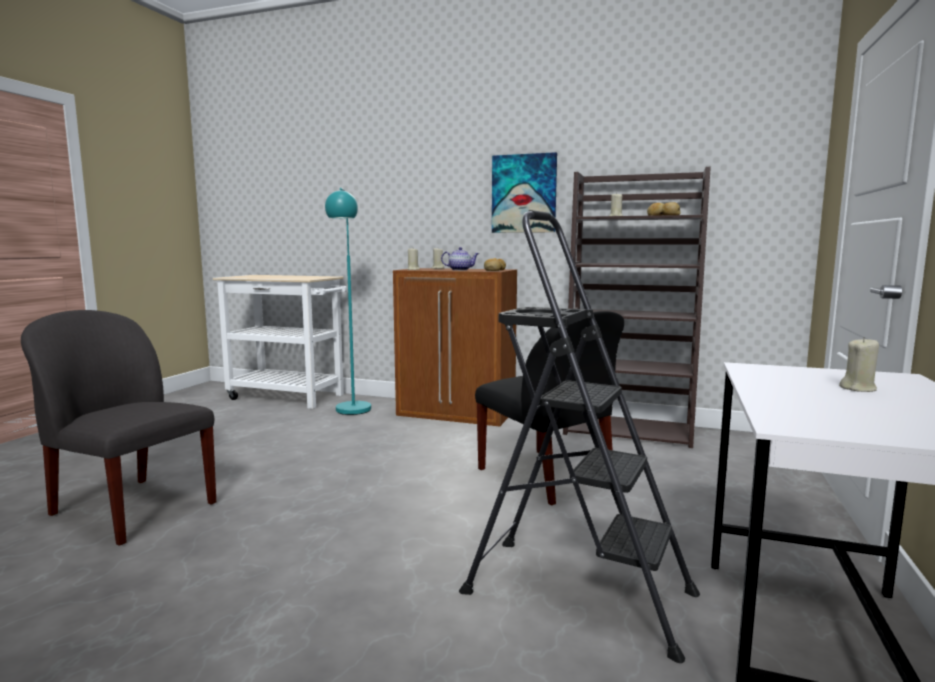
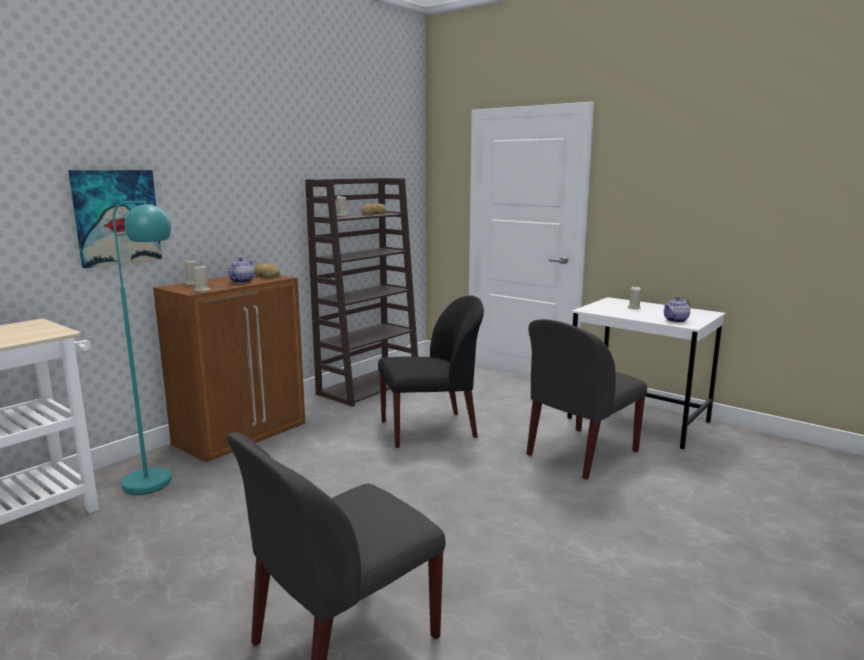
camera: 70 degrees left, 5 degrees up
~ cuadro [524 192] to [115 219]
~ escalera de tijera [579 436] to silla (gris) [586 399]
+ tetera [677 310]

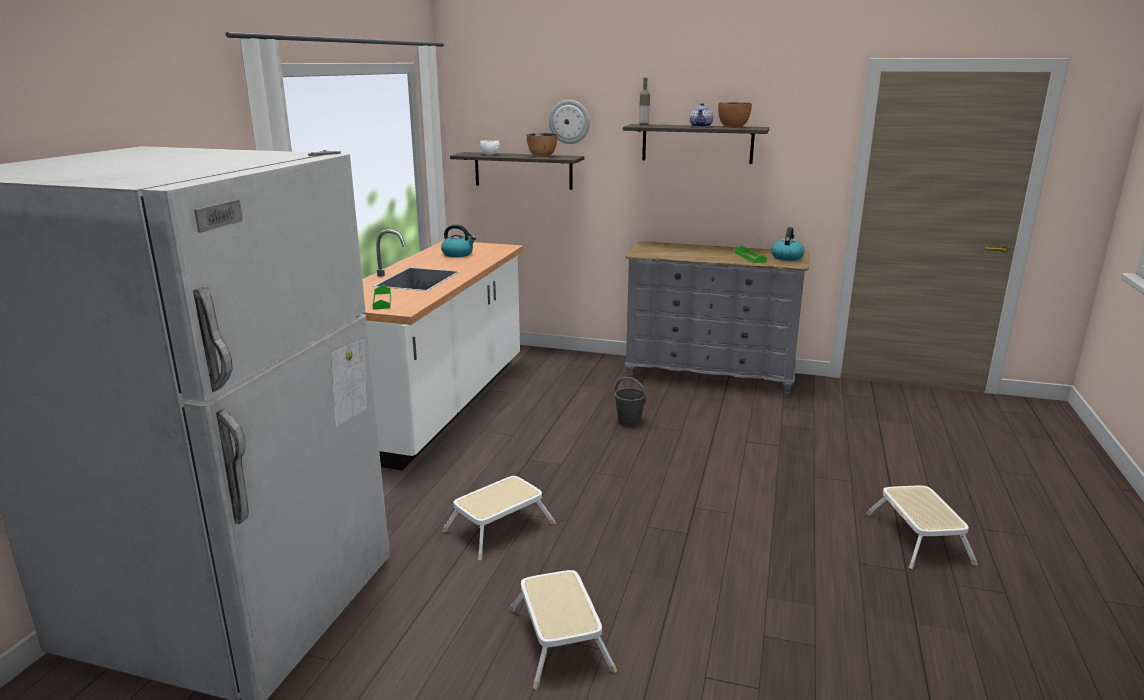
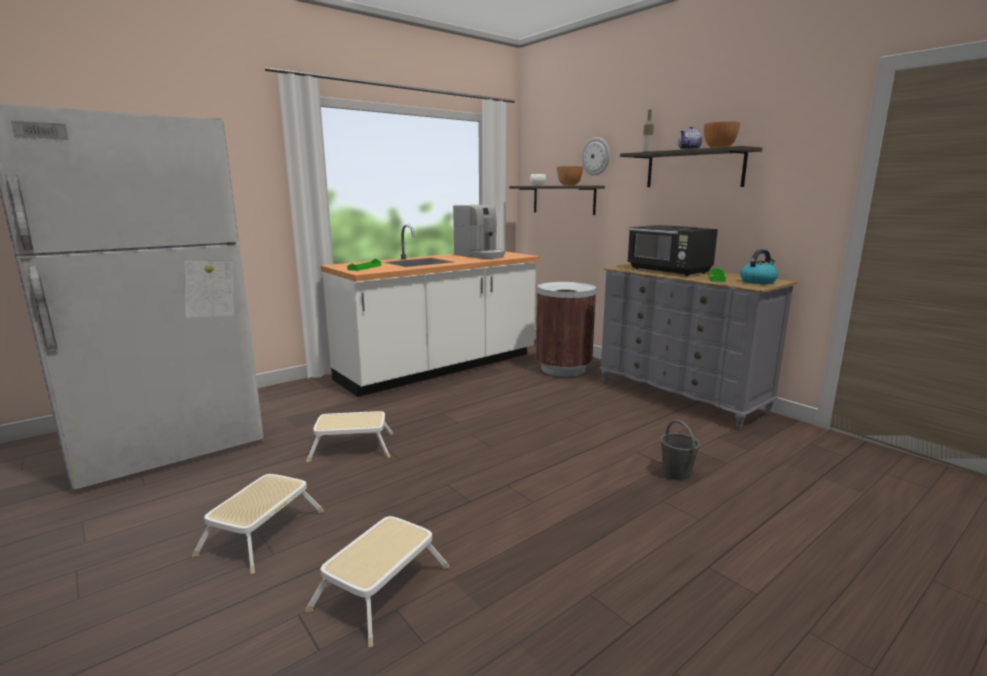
camera: 35 degrees right, 5 degrees down
~ escalera de tijera (beis) [922 527] to [378 581]
~ hervidor [458 240] to cafetera [479 232]
+ papelera (marrón) [566 329]
+ microondas (negro) [672 250]
~ cubo (gris) [630 402] to [680 450]

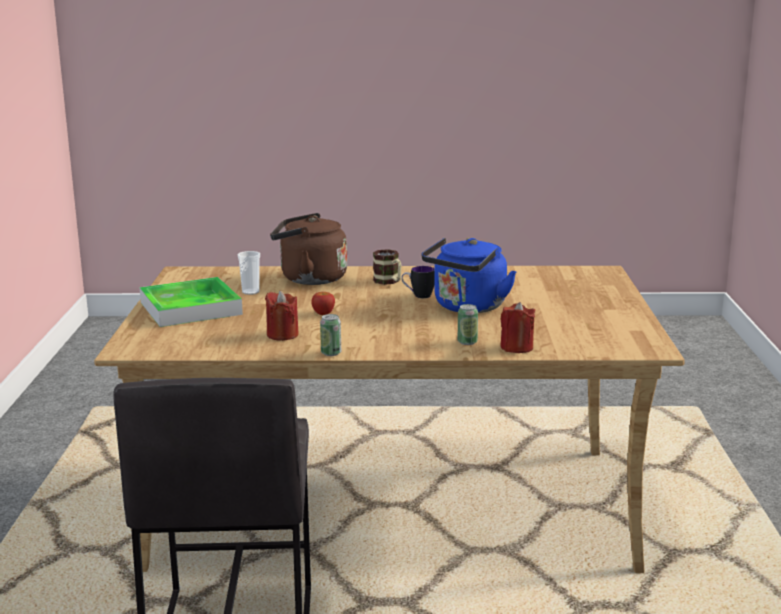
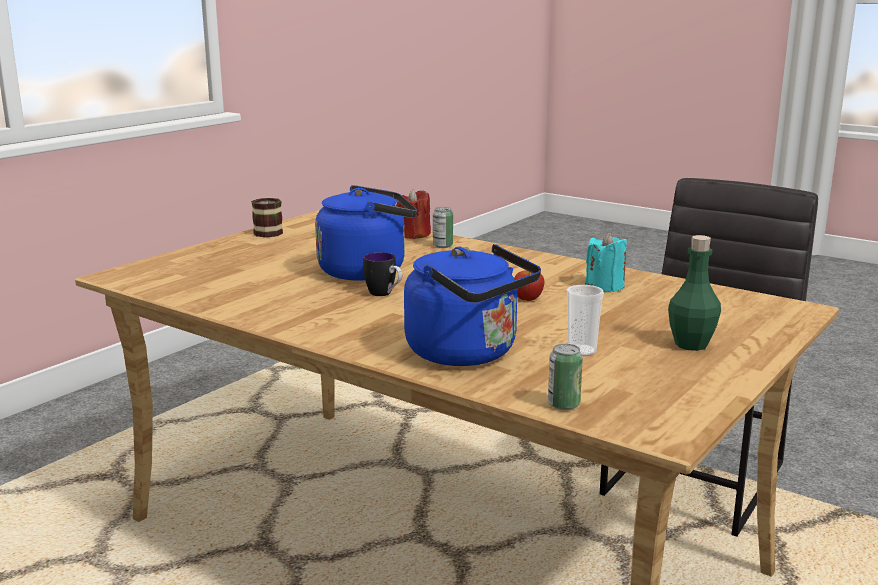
camera: 145 degrees left, 0 degrees up
~ taza grande [387 267] to [267 217]
~ hervidor (marrón) [308 249] to hervidor (azul) [472 305]
~ lata [330 335] to [565 377]
~ vela (rojo) [282 316] to vela (turquesa) [606 262]
~ bandeja [191 302] to botella (verde) [694 293]

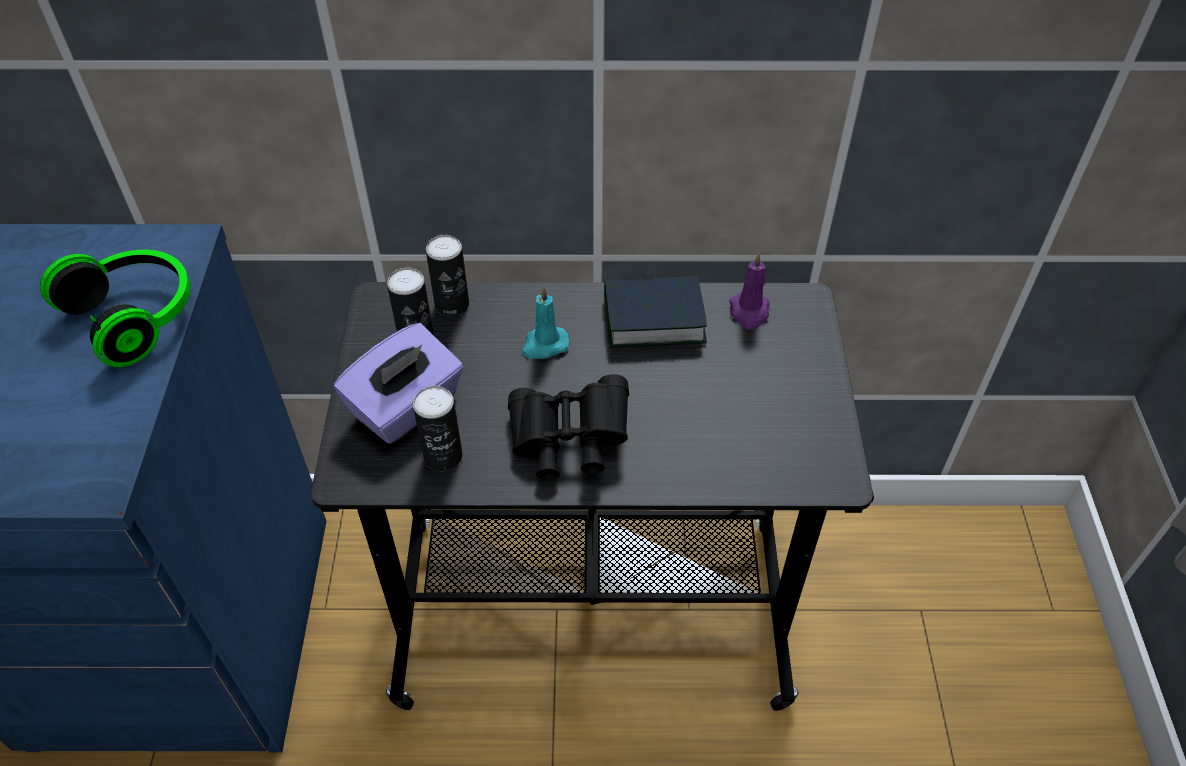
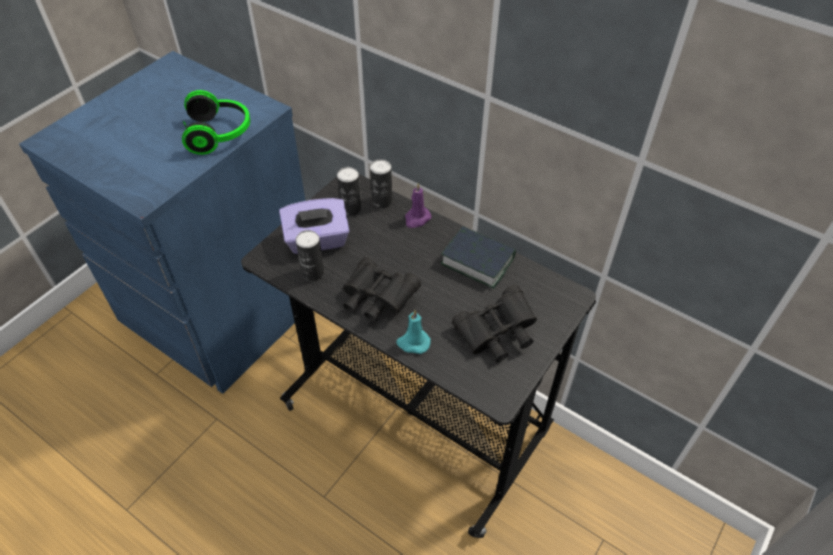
camera: 35 degrees right, 0 degrees up
~ vela (turquesa) [545 322] to [413 332]
~ vela (morado) [749 291] to [418 205]
+ prismáticos (negro) [494 323]

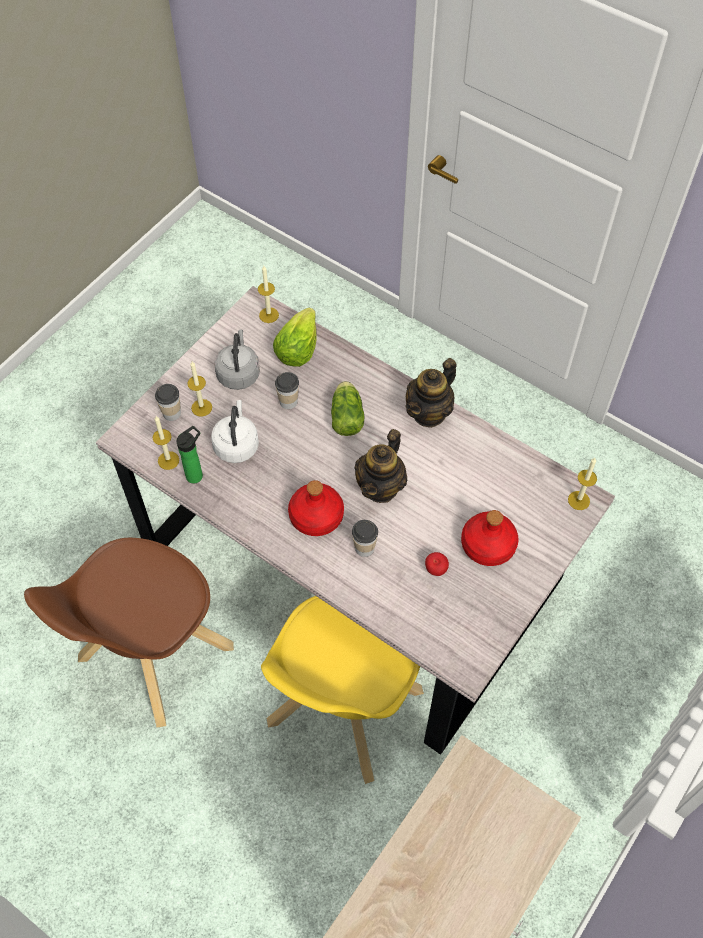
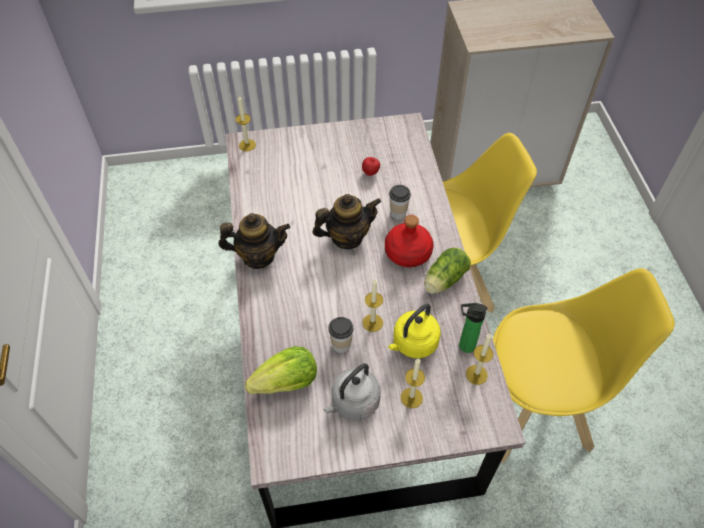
camera: 135 degrees left, 5 degrees down
~ vela [268 294] to [372 305]
~ hervidor (blanco) [235 431] to hervidor (amarillo) [414 330]
~ lechuga [348 408] to [447 271]
~ silla (marrón) [129 632] to silla (amarillo) [584 365]
- taza [168 402]
- botella (rojo) [490 538]

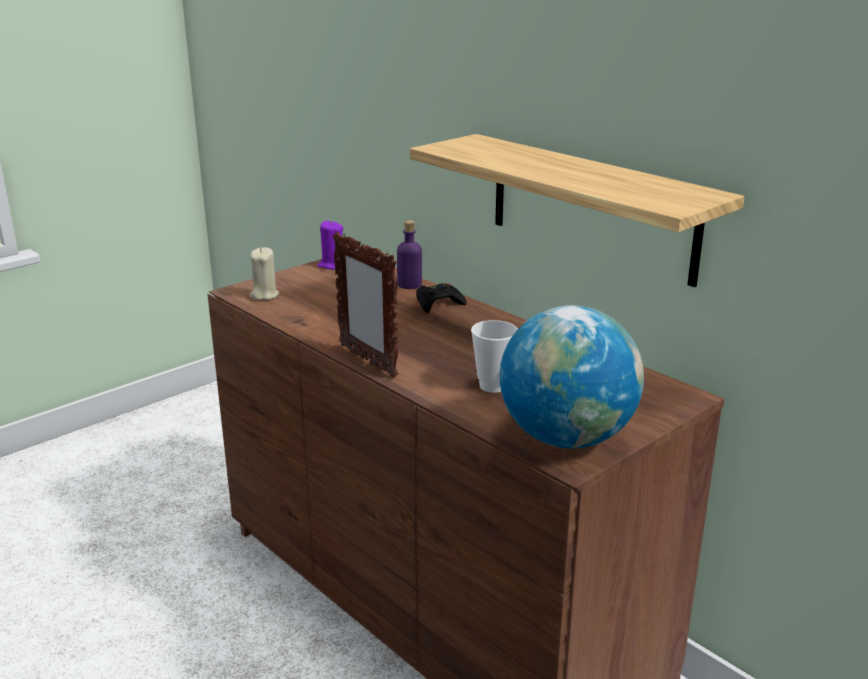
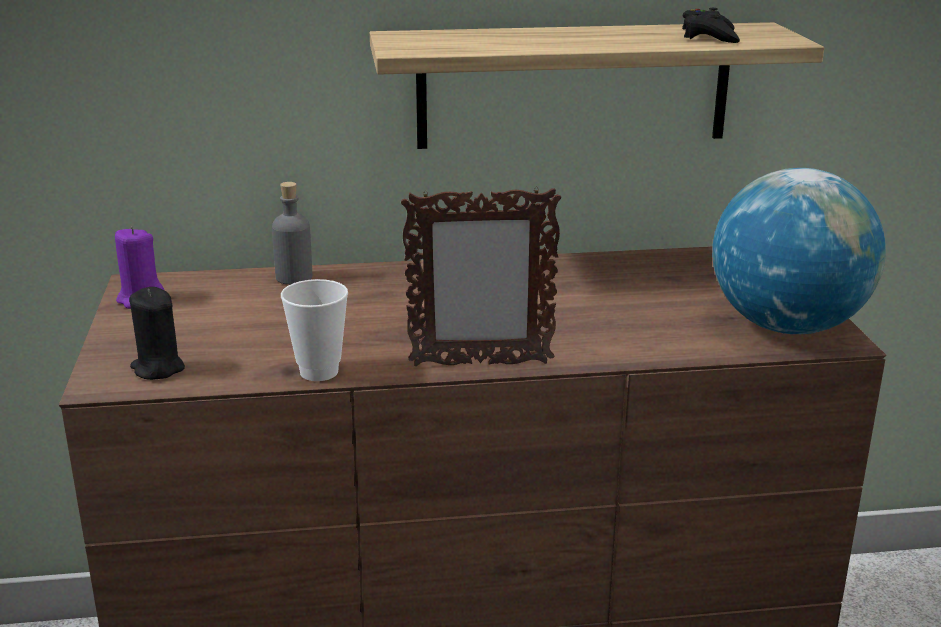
camera: 55 degrees left, 0 degrees up
~ vela (beis) [264 273] to vela (negro) [157 333]
~ botella (morado) [409 254] to botella (gris) [292 233]
~ taza [494 356] to [314 330]
~ mando de consola (negro) [441 298] to [711 25]

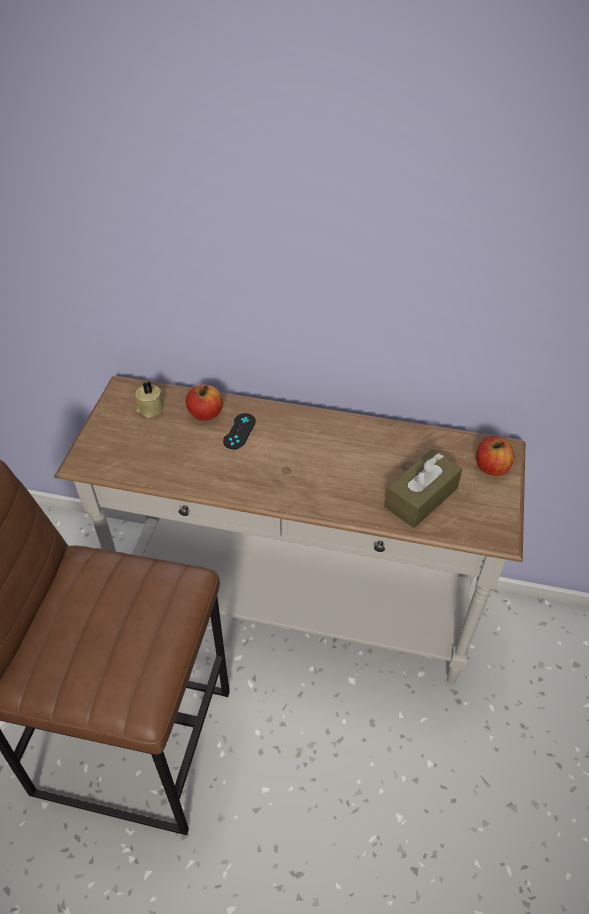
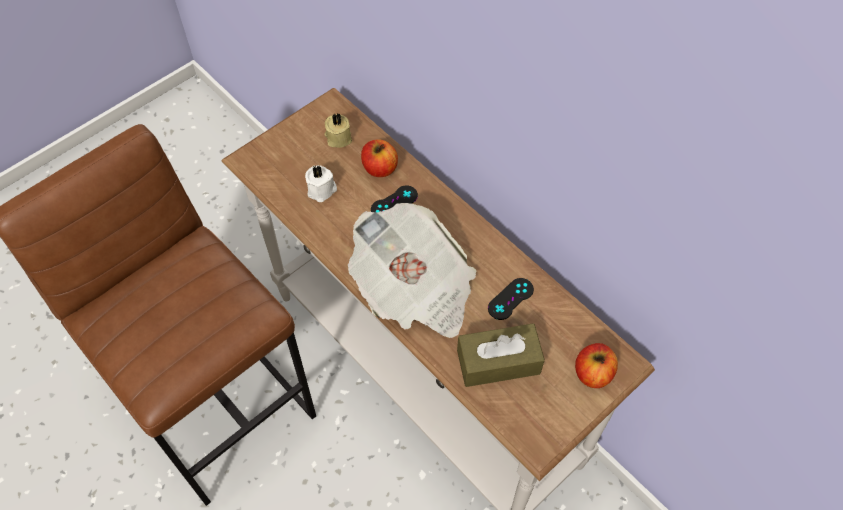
camera: 35 degrees right, 10 degrees up
+ vela (blanco) [321 183]
+ periódico [412 270]
+ mando de consola (negro) [511 299]

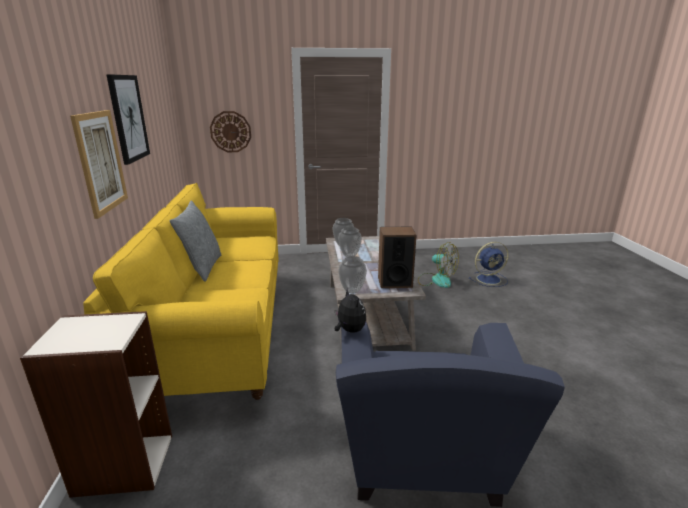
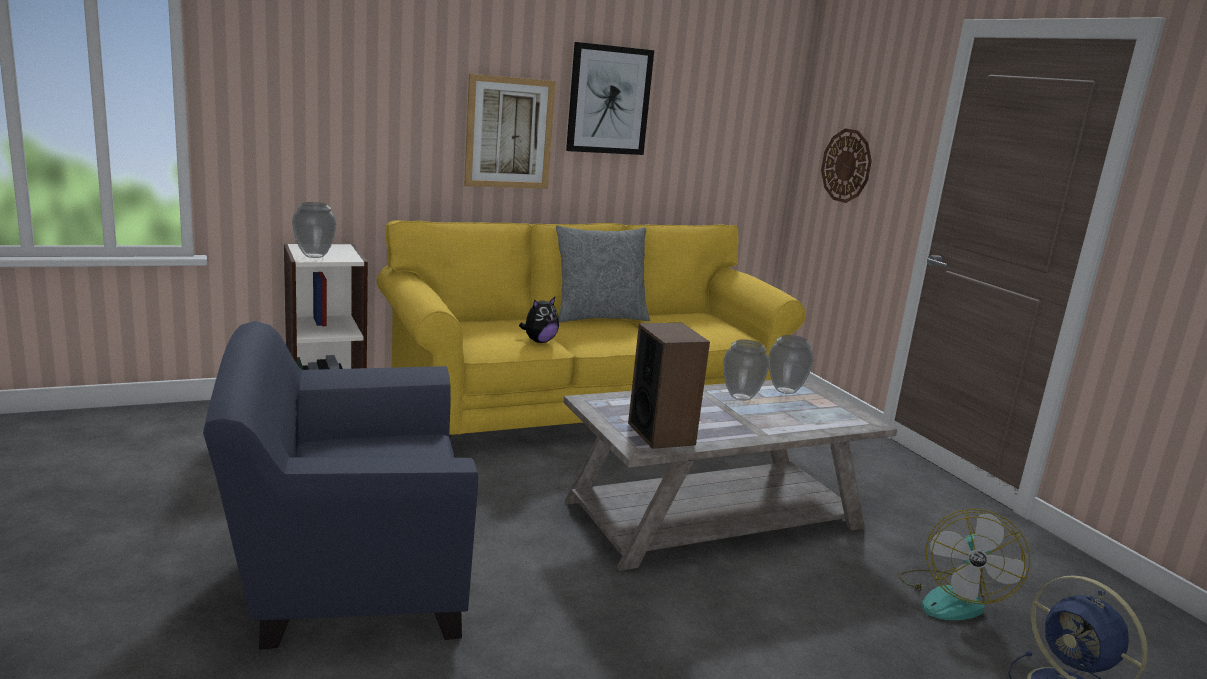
camera: 70 degrees right, 5 degrees down
~ florero [352 275] to [314 230]
~ peluche [350 310] to [539 320]

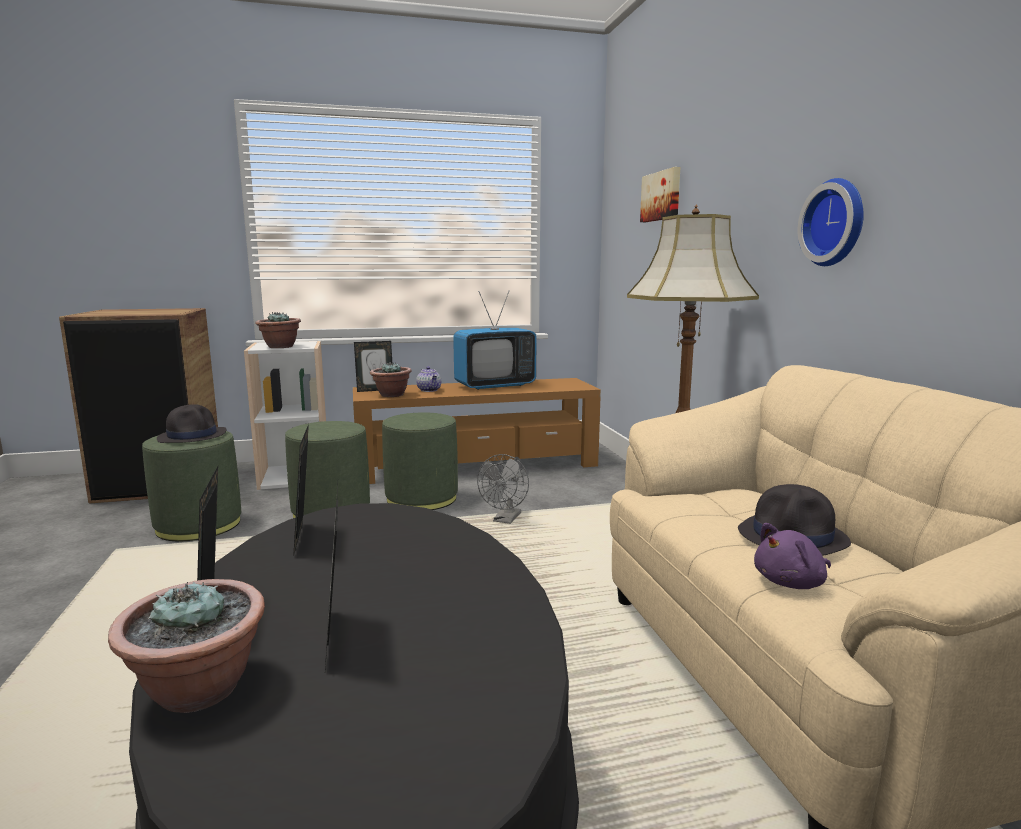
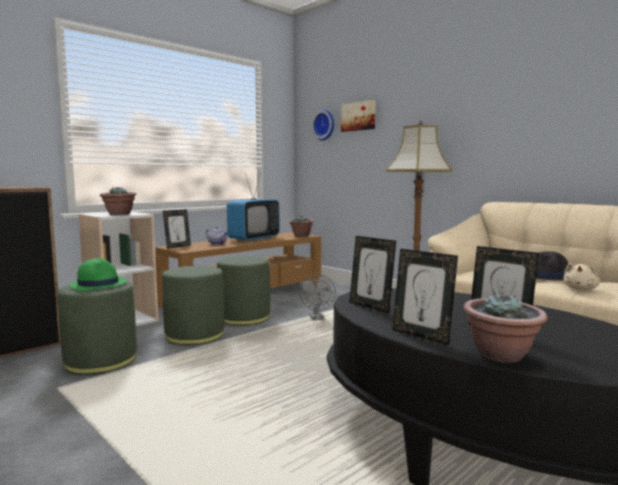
camera: 30 degrees left, 5 degrees down
~ sombrero (negro) [191 423] to sombrero (verde) [98 274]
~ planta en maceta [391 379] to [301 226]
~ reloj de pared [831 222] to [323 125]
~ peluche (morado) [792 556] to peluche (beis) [581 276]

